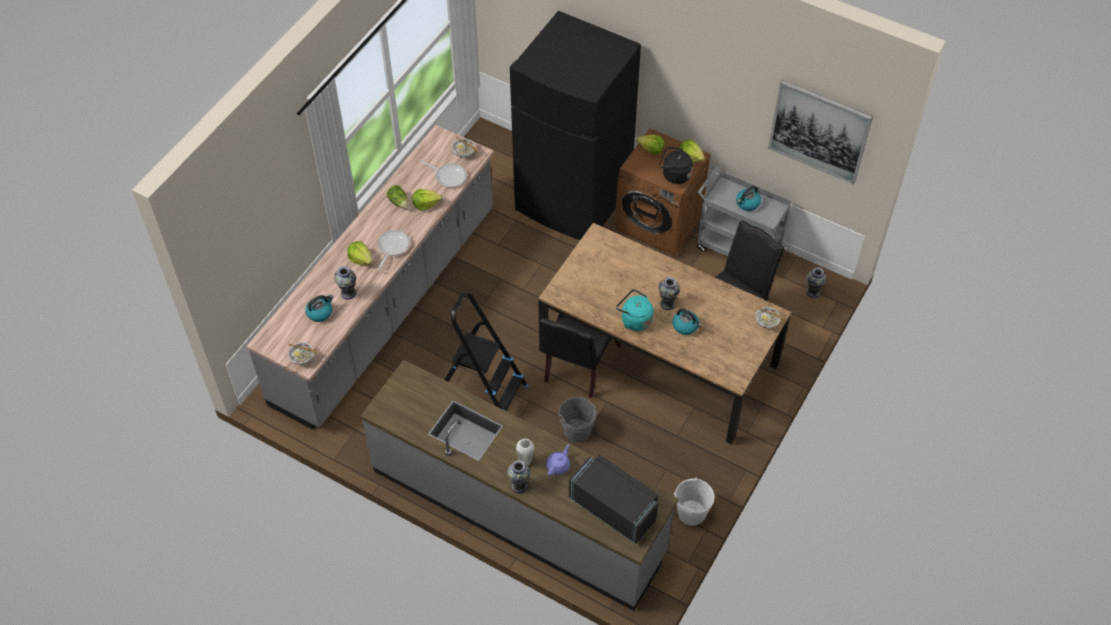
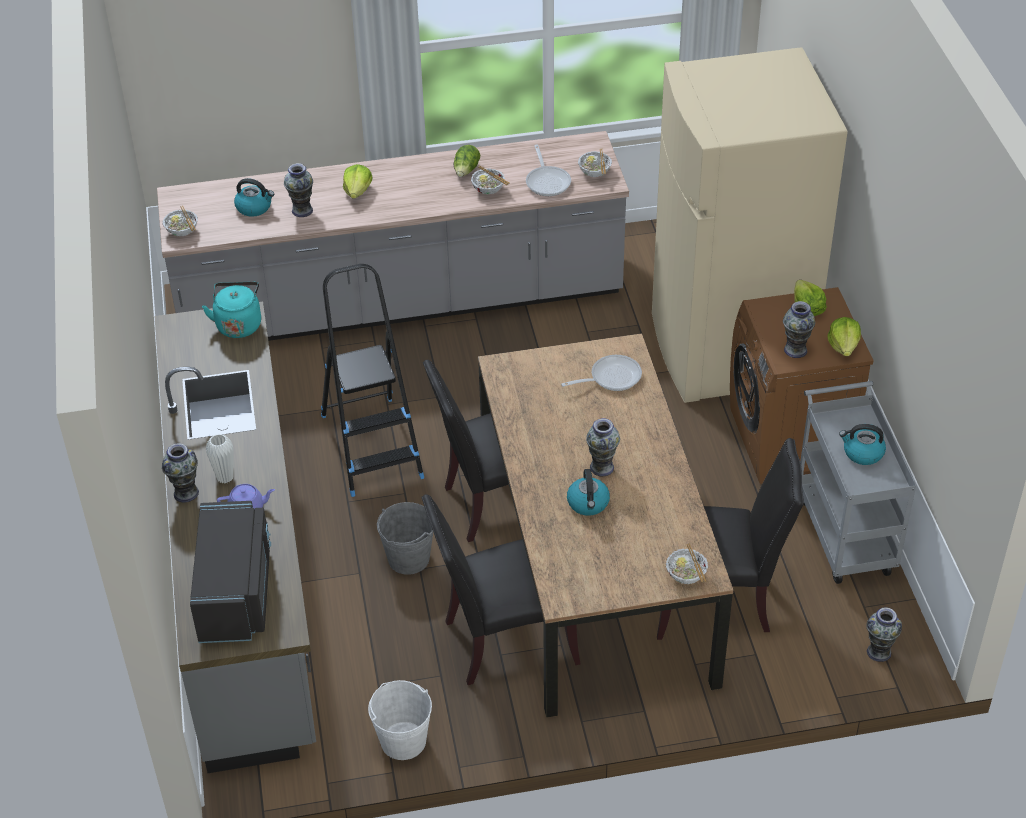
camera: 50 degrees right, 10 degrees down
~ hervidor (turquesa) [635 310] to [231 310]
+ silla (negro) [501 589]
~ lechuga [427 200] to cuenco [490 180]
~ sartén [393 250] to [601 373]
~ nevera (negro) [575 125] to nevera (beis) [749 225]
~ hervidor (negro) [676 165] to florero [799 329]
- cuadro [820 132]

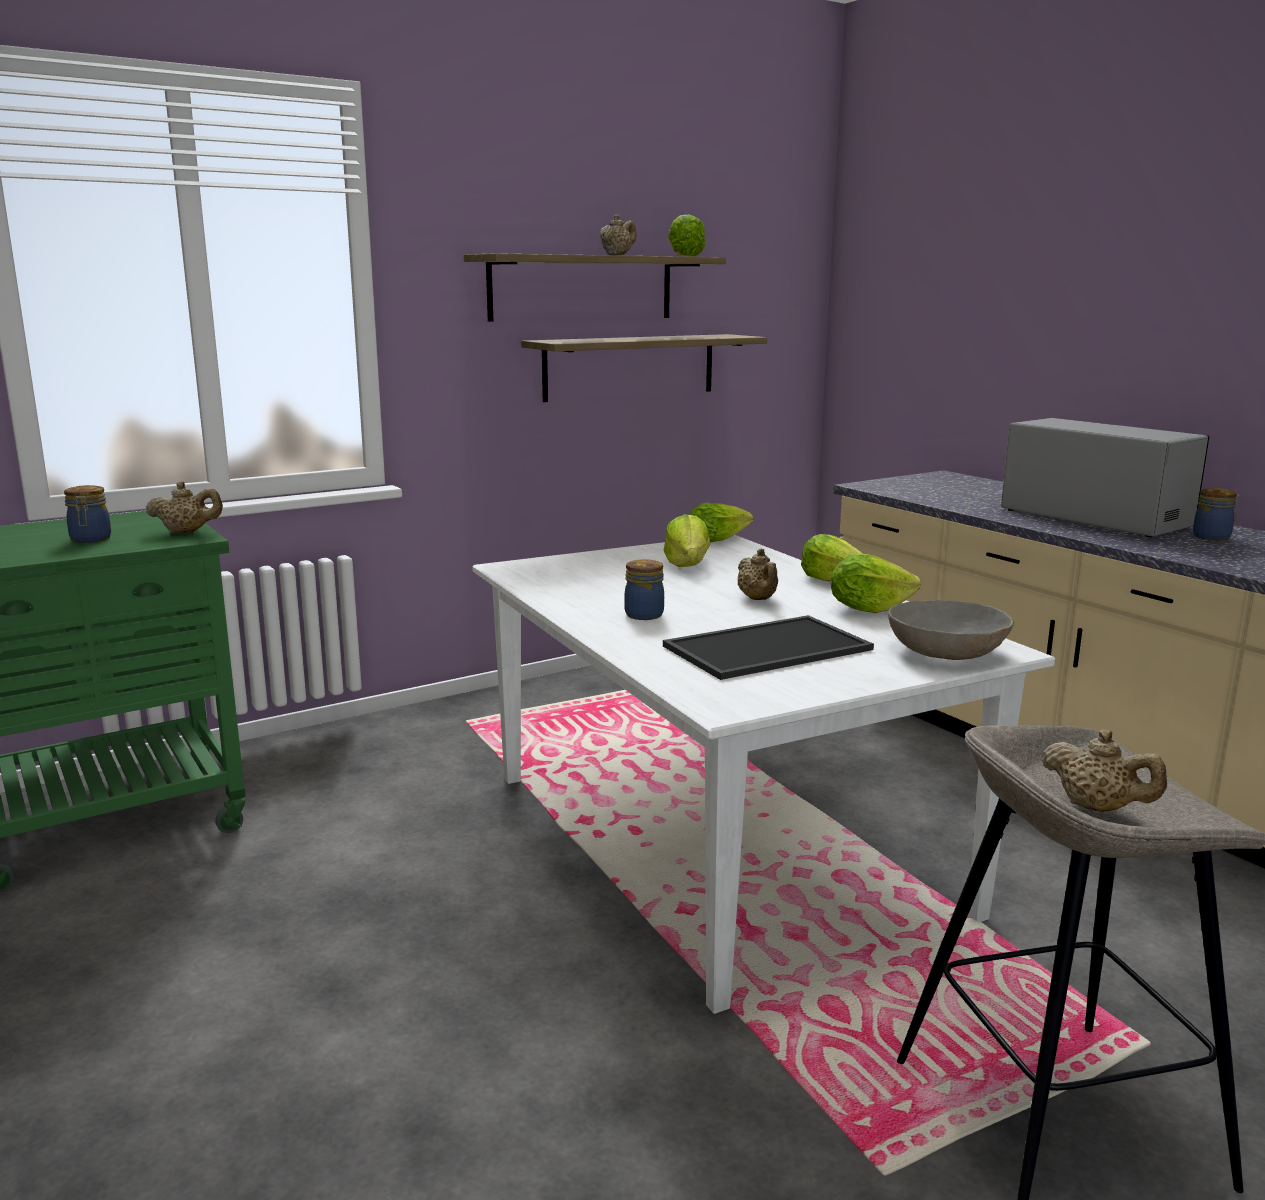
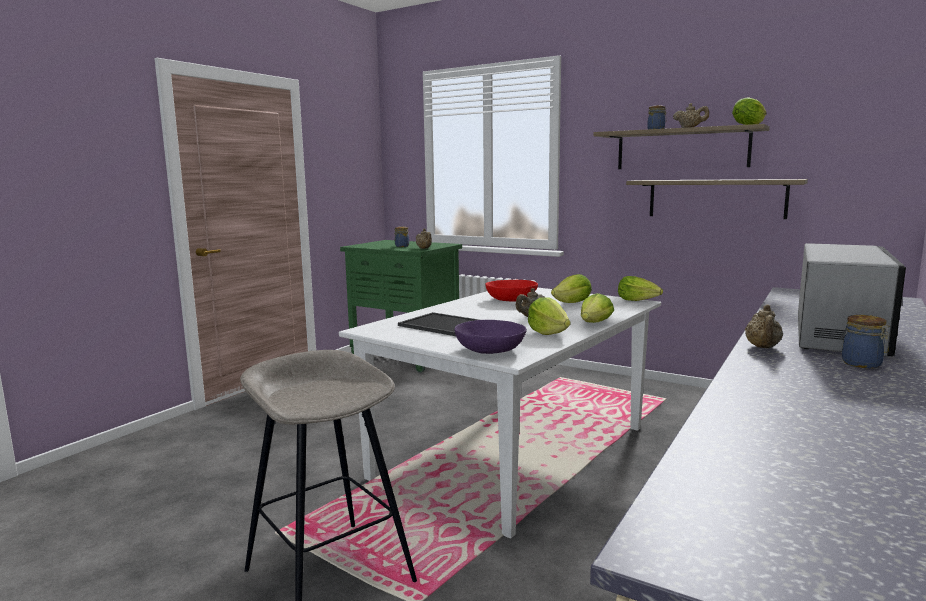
camera: 65 degrees right, 5 degrees down
~ cuenco (gris) [951 630] to cuenco (morado) [491 337]
+ cuenco (rojo) [511 291]
~ tarro [644 589] to [657 117]
~ tetera (beis) [1104 770] to [764 326]

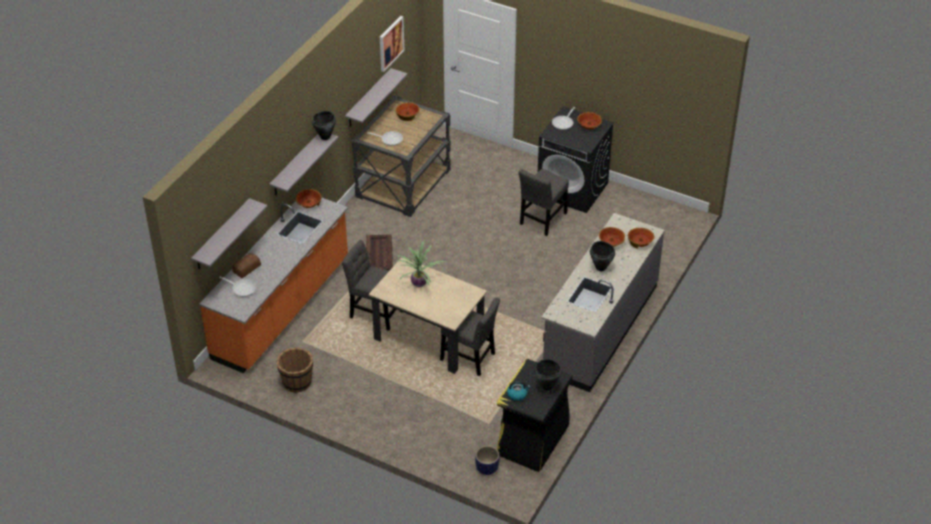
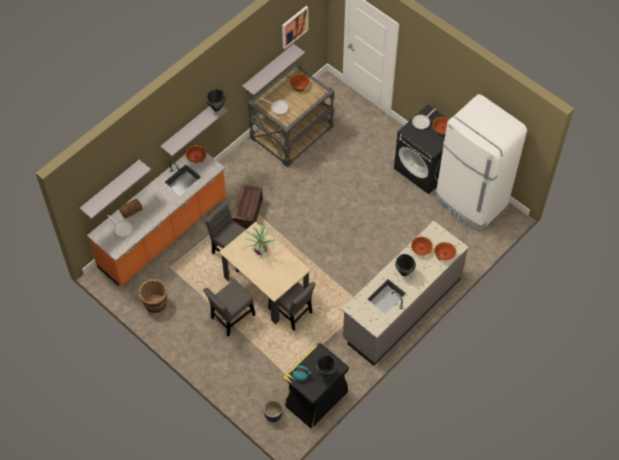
camera: 15 degrees right, 15 degrees up
~ silla (gris) [544 202] to [229 308]
+ nevera (blanco) [481 162]

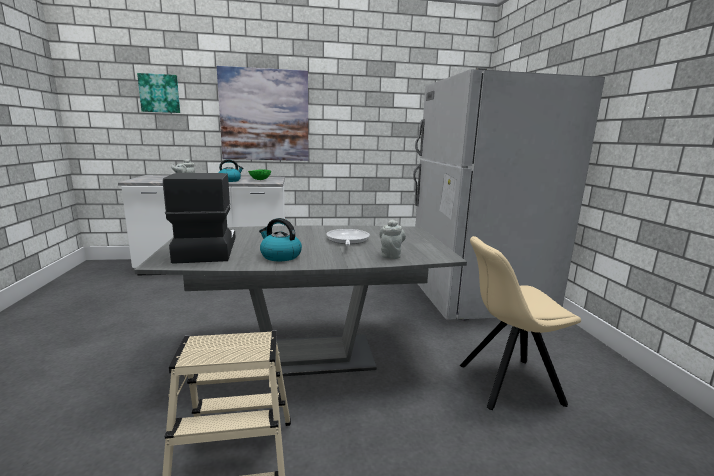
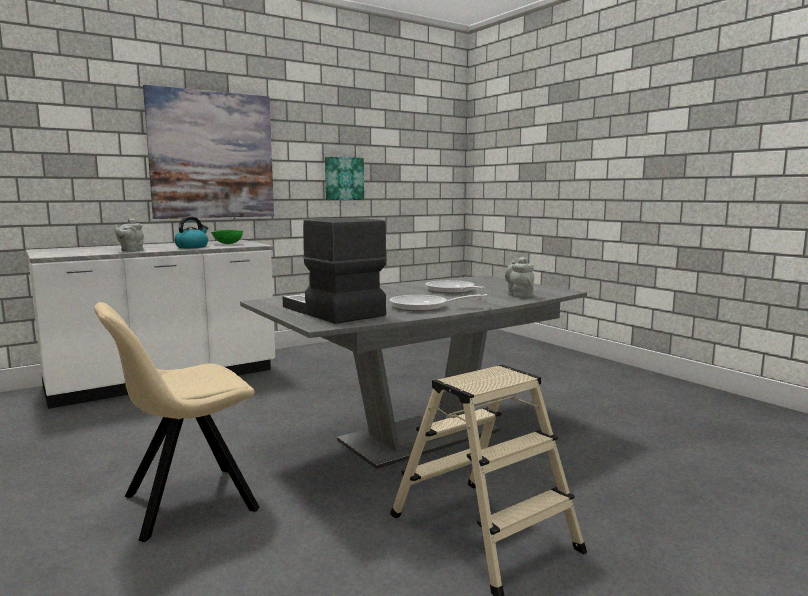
camera: 25 degrees left, 5 degrees down
~ silla (beis) [520 323] to [177 422]
~ cuadro [158 93] to [344 178]
~ hervidor [280 239] to sartén [438 303]
- nevera (blanco) [509 194]

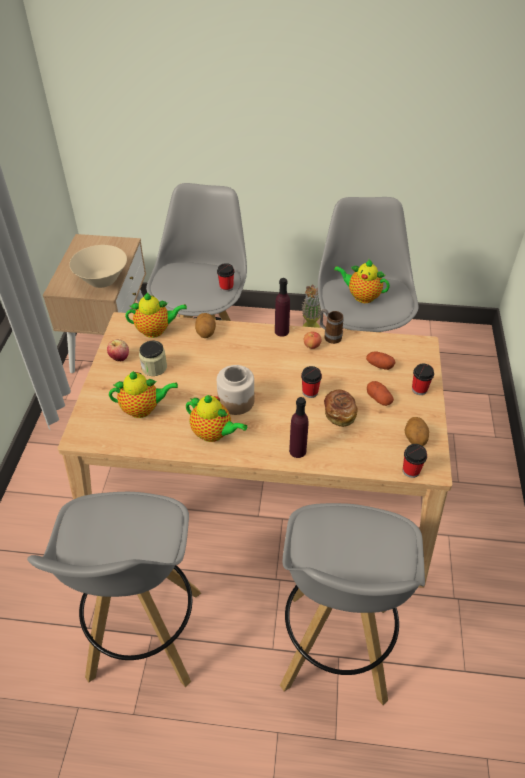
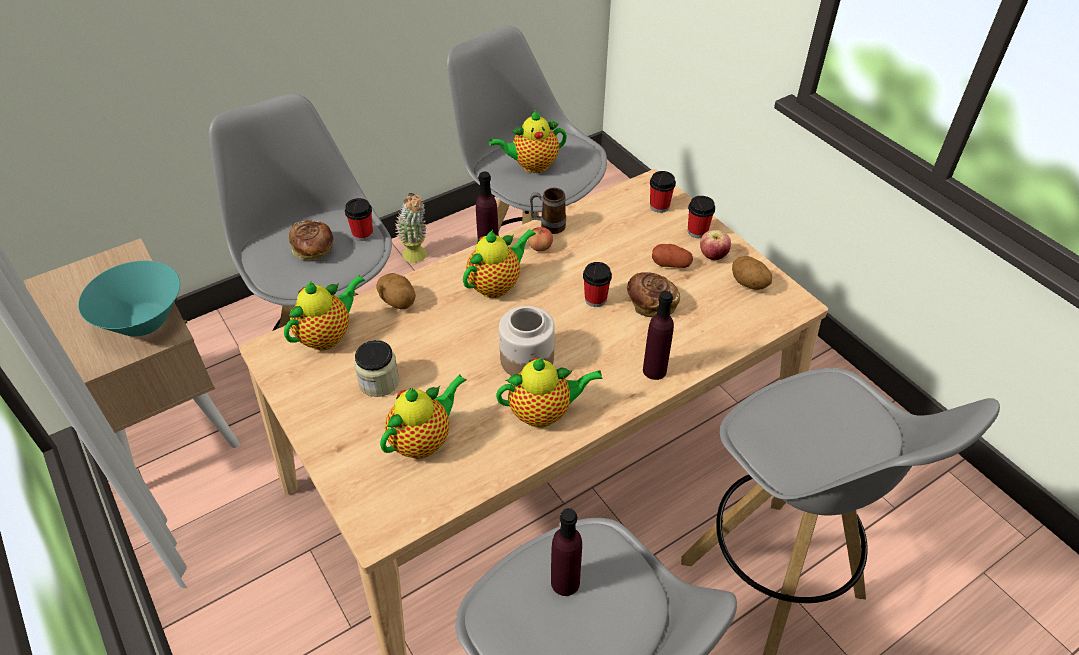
camera: 40 degrees left, 0 degrees up
~ cuenco (beis) [98 266] to cuenco (turquesa) [129 298]
+ pan [311 240]
+ tetera [499 263]
+ botella (morado) [566 552]
~ taza [415 461] to [663 192]
~ manzana [118 350] to [715 245]
- patata [381 360]

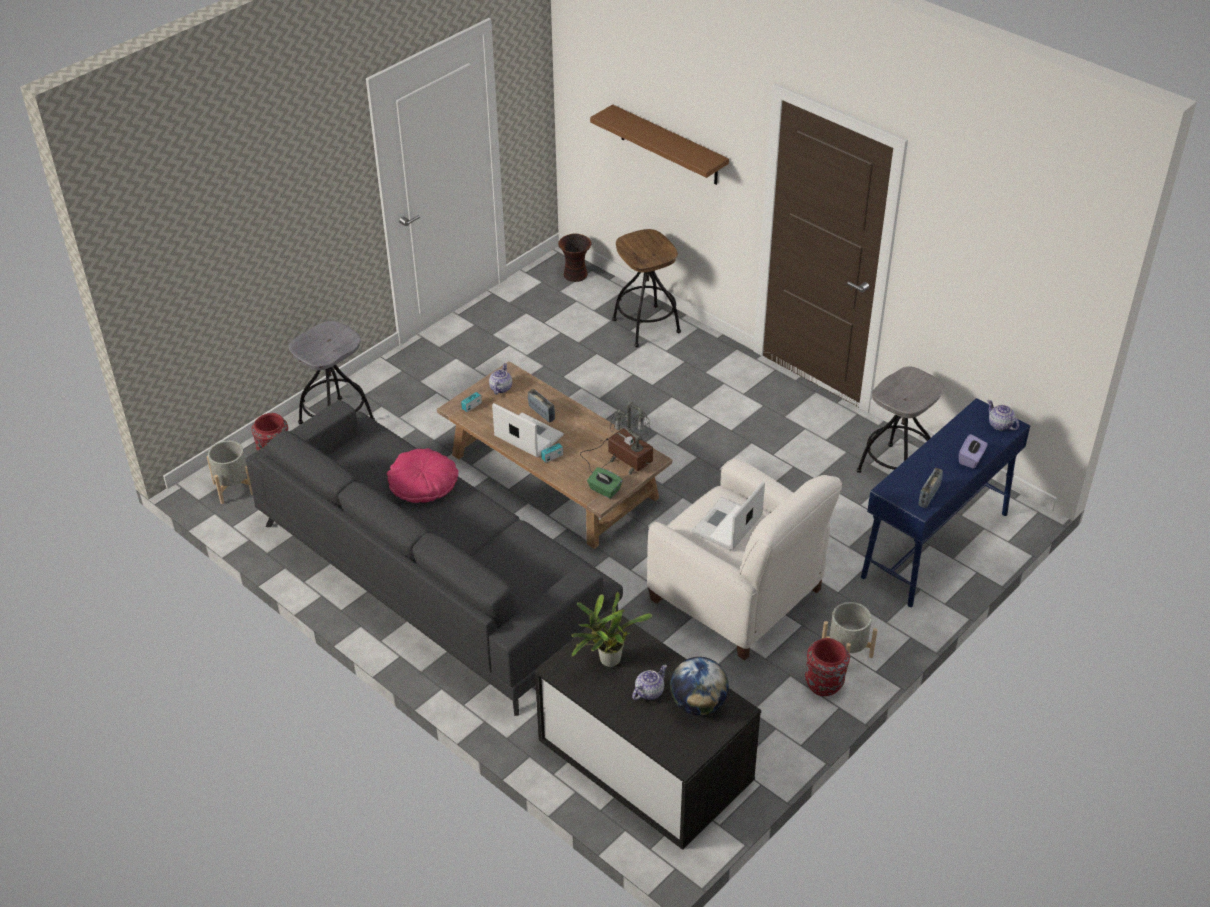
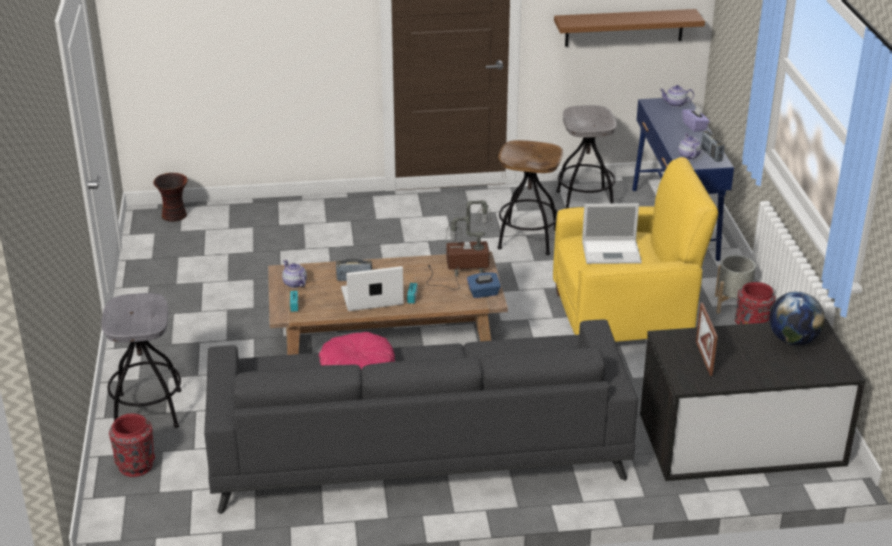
camera: 50 degrees left, 10 degrees down
~ caja de pañuelos (verde) [605 483] to caja de pañuelos (azul) [484 285]
~ taburete (marrón) [646 288] to [530 197]
~ sillón (blanco) [744 559] to sillón (amarillo) [635 249]
~ estante (marrón) [659 144] to [629 28]
~ portátil [728 516] = [612 233] 75 degrees counterclockwise
~ tetera [649 682] to [689 146]
~ planta en maceta [611 629] to portarretratos [707 339]
- maceta (gris) [230 472]

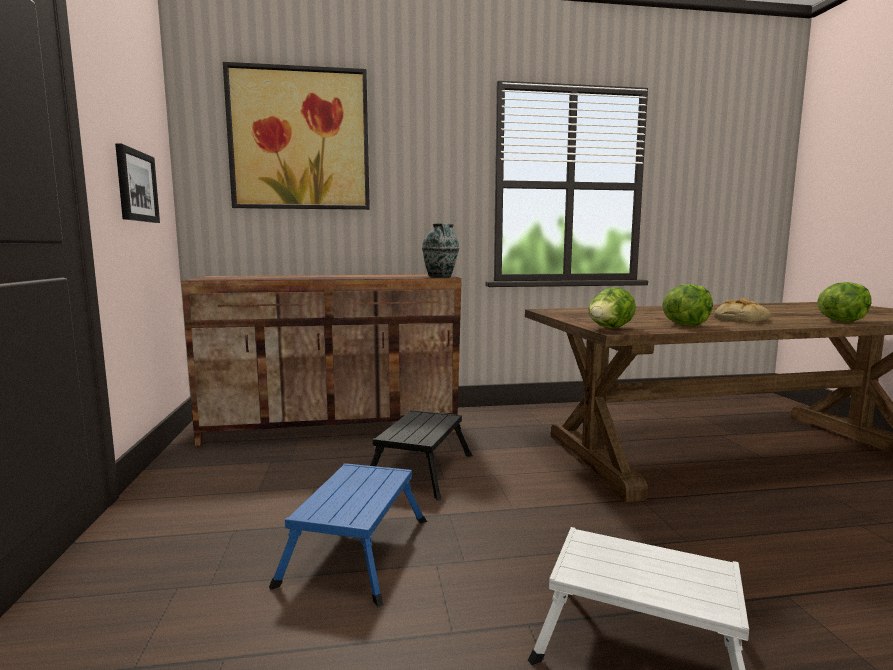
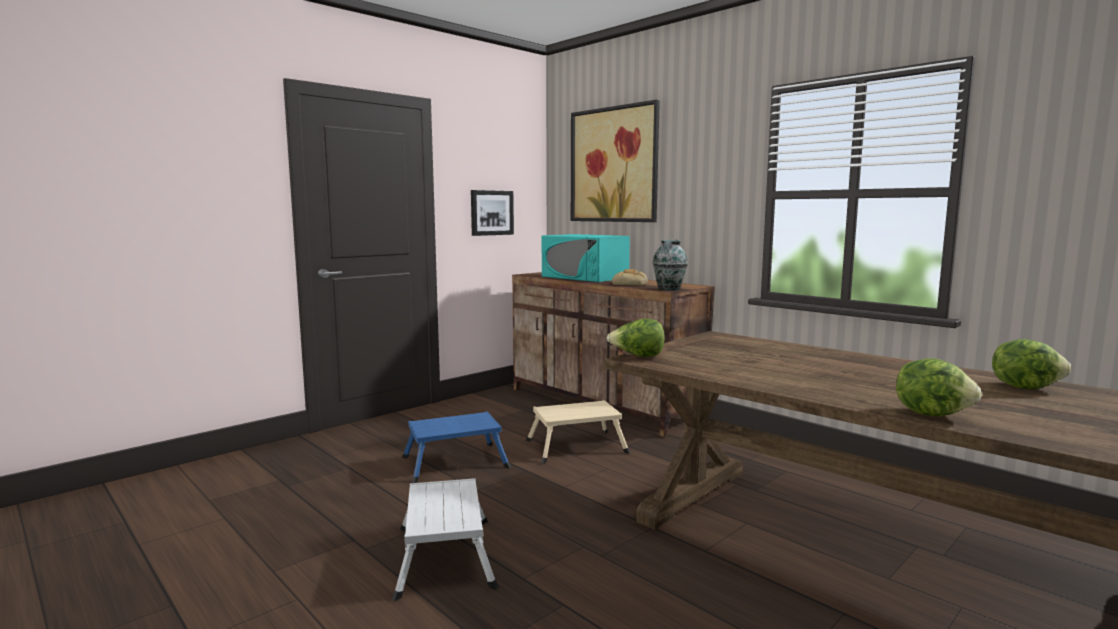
camera: 55 degrees right, 0 degrees up
~ escalera de tijera (negro) [421 455] to escalera de tijera (beis) [578 432]
+ microondas (turquesa) [586 258]
~ pan [742 310] to [630 277]
~ lechuga [687 305] to [1031 364]

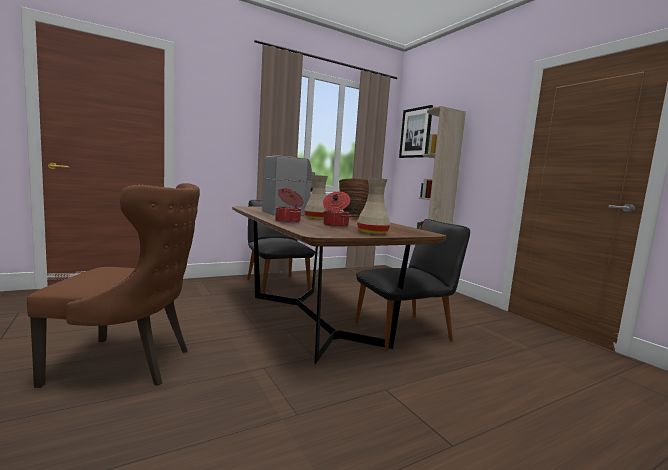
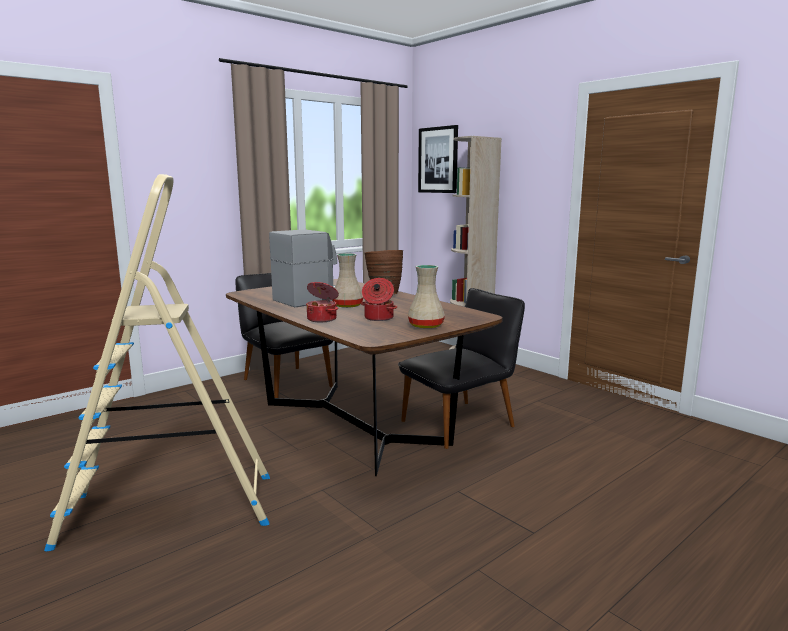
camera: 10 degrees left, 5 degrees up
~ silla (marrón) [113 285] to escalera de tijera (beis) [157 362]

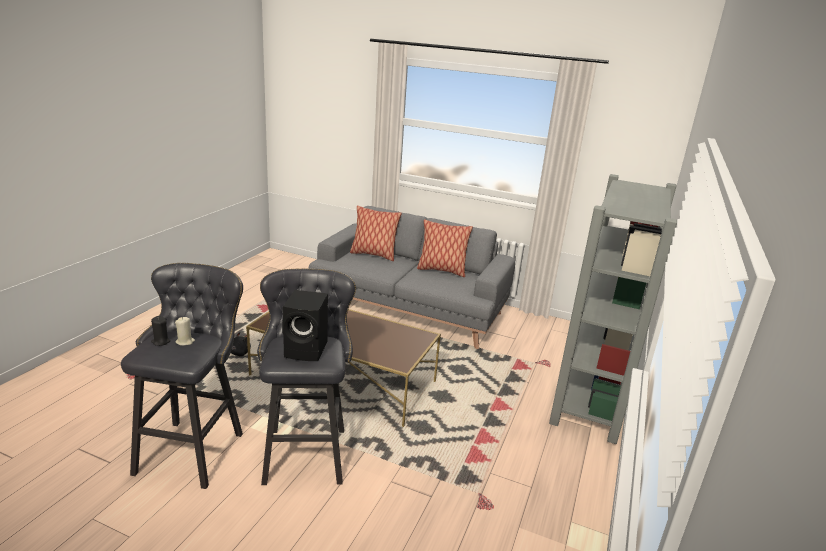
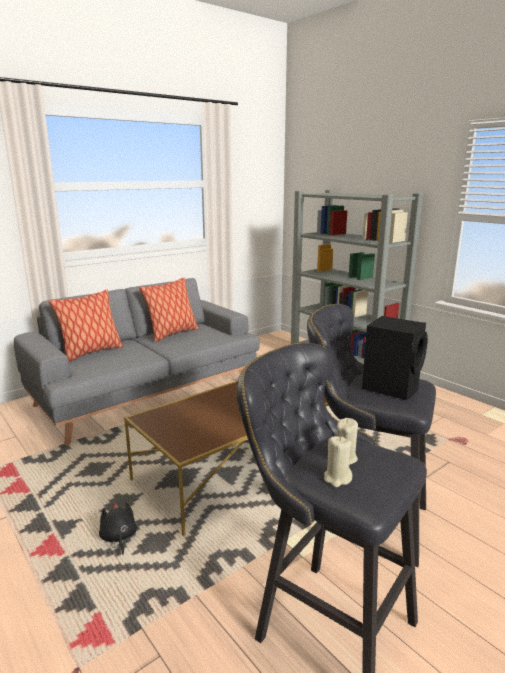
camera: 60 degrees left, 5 degrees down
~ vela (negro) [160 331] to vela (beis) [338 461]

